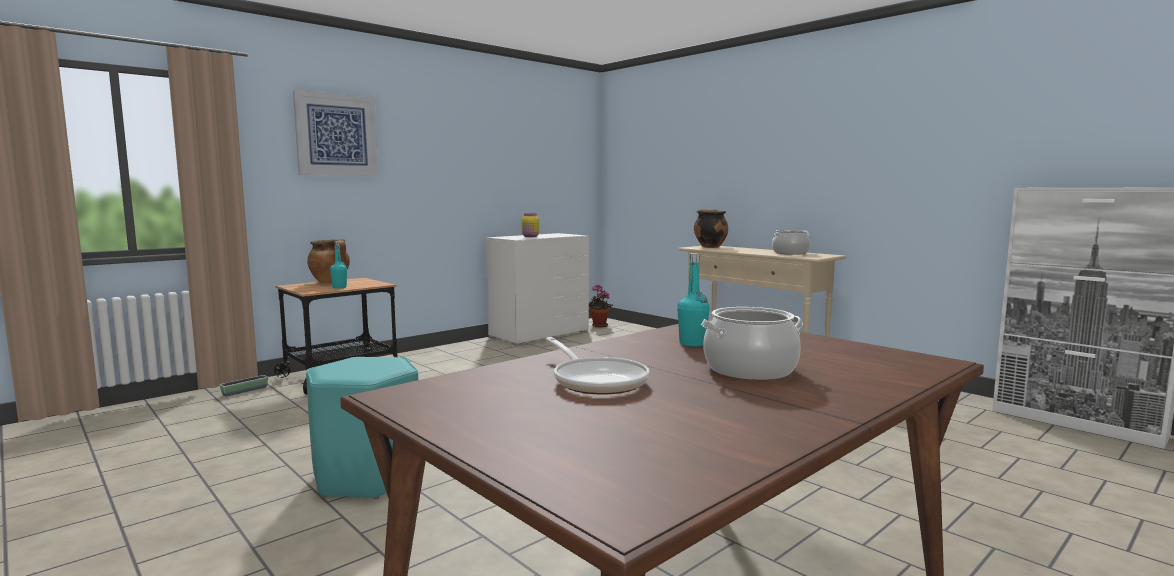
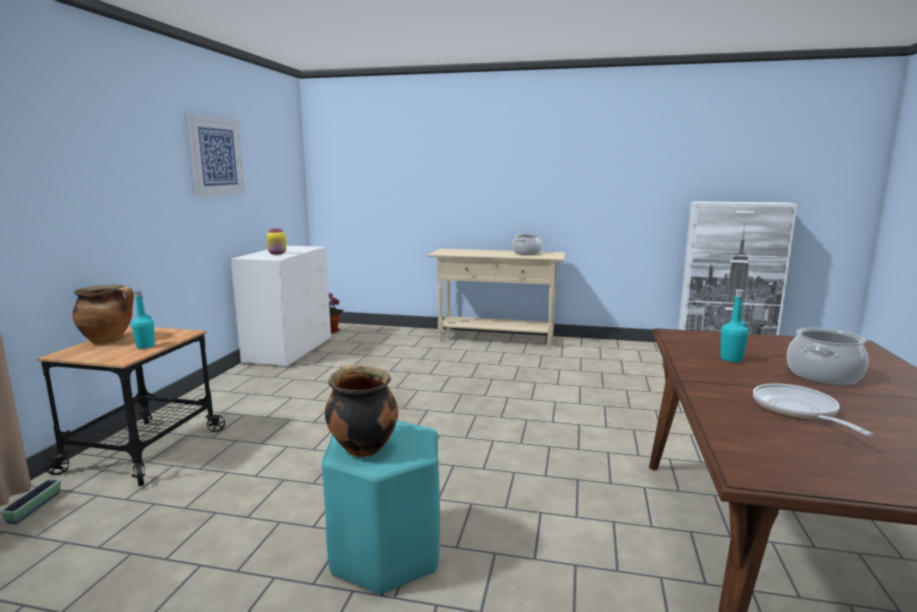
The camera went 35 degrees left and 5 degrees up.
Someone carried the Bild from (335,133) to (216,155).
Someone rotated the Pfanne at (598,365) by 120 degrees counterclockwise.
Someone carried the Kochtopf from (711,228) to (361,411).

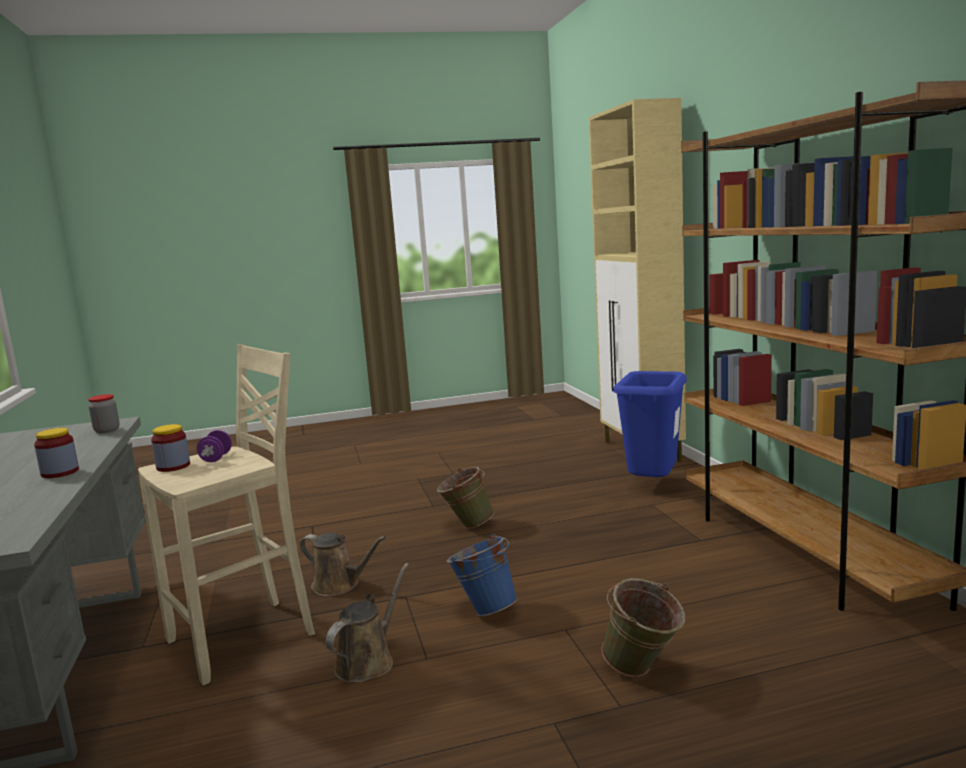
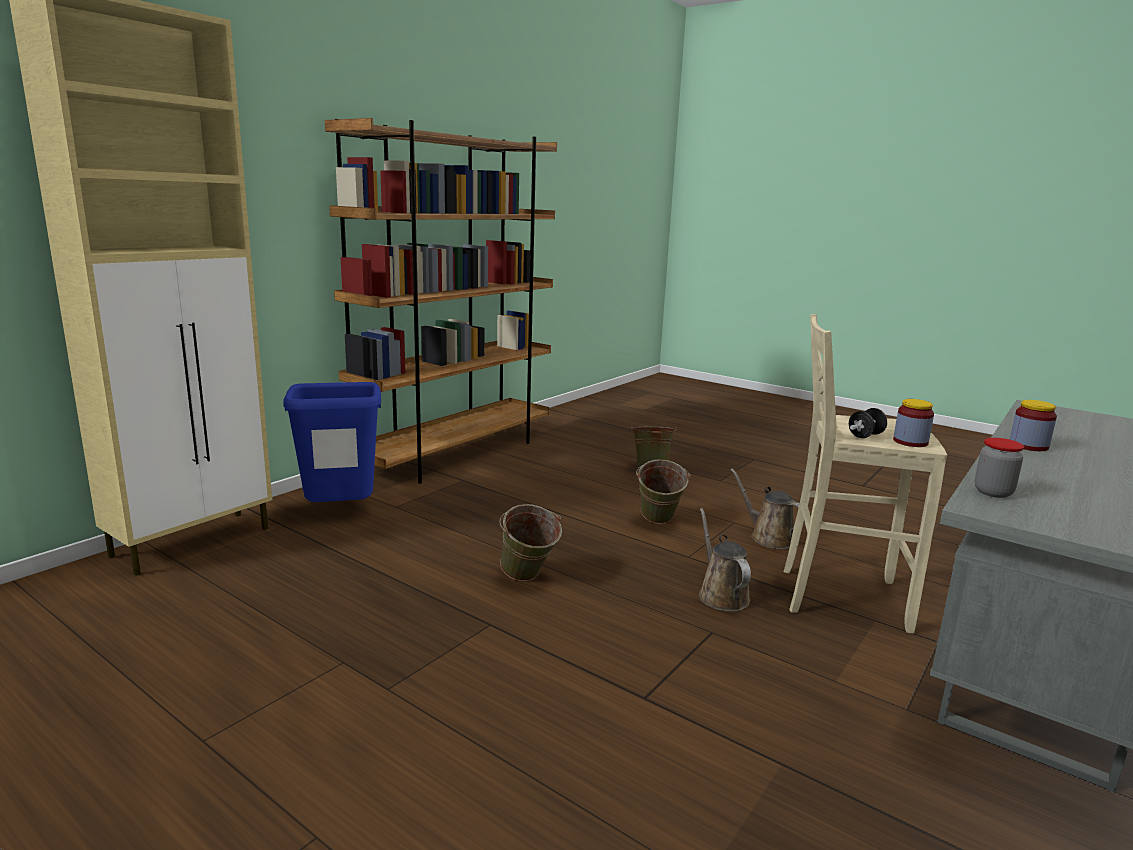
The camera went 130 degrees left and 5 degrees up.
Someone repainted the Hantel/lila at (214,446), which became the Hantel/schwarz at (868,423).
Someone rotated the Gießkanne/braun at (367,623) by 60 degrees clockwise.
Someone repainted the Eimer/blau at (482,575), which became the Eimer/grün at (663,491).

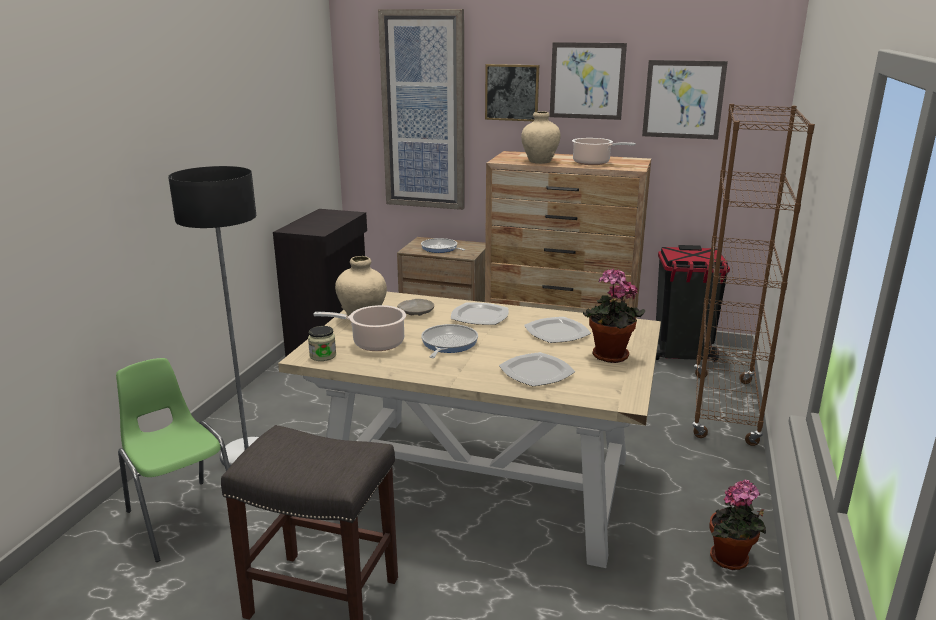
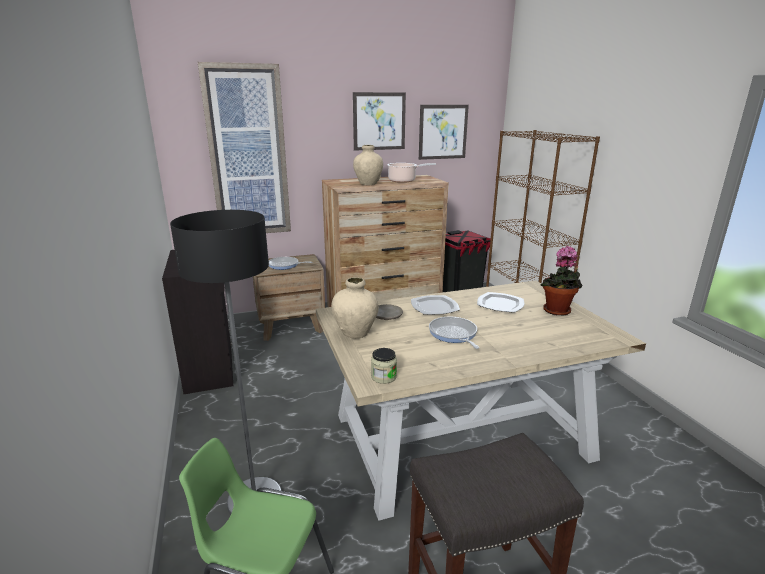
The camera went 35 degrees left and 0 degrees up.
Someone took away the Kochtopf at (360,328).
Someone took away the Bild at (512,92).
Someone took away the Teller at (537,369).
Someone took away the Topfpflanze at (738,525).

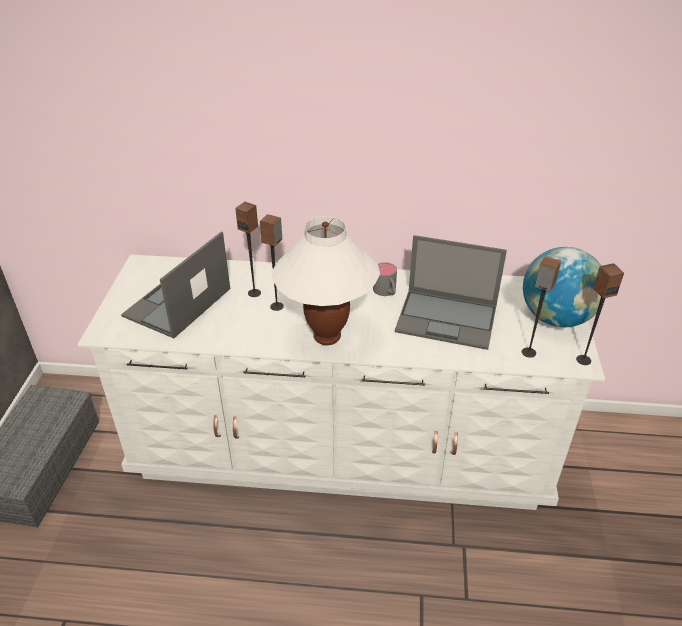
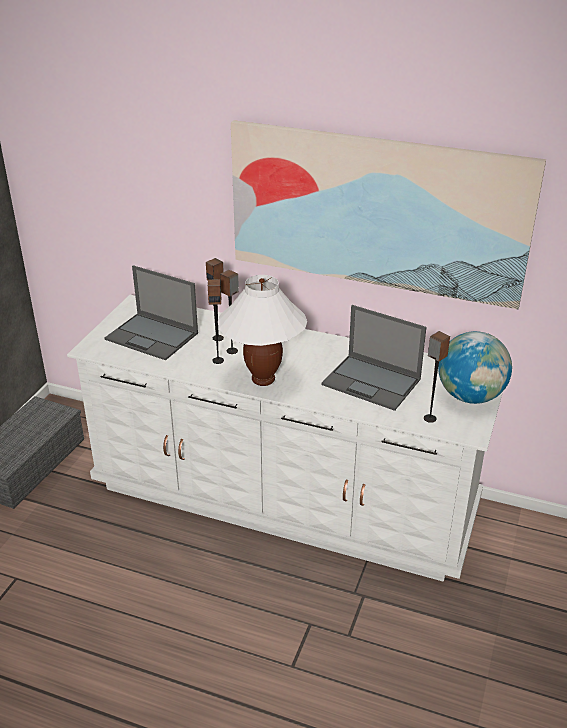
The camera went 15 degrees right and 5 degrees down.
Someone rotated the Laptop at (175,285) by 105 degrees counterclockwise.
Someone took away the Henkelbecher/grau at (385,279).
Someone carried the Lautsprecher from (600,314) to (216,321).
Someone put up the Bild at (388,214).

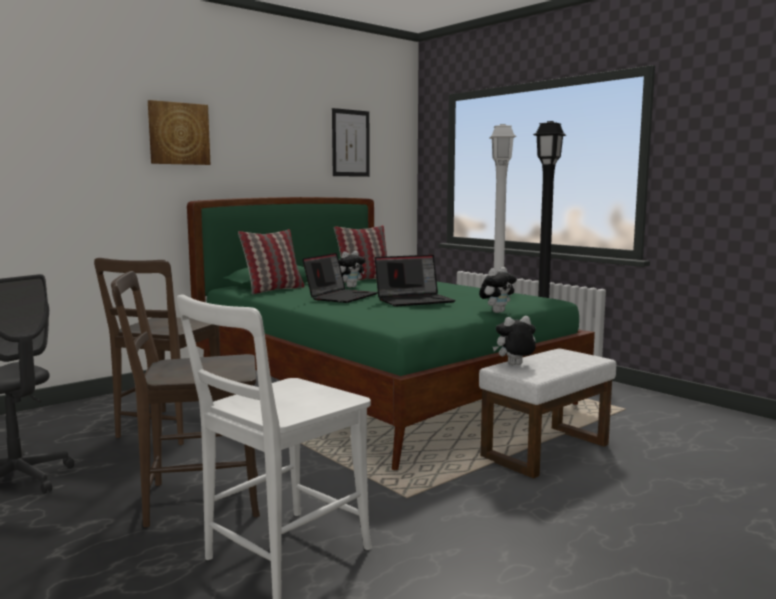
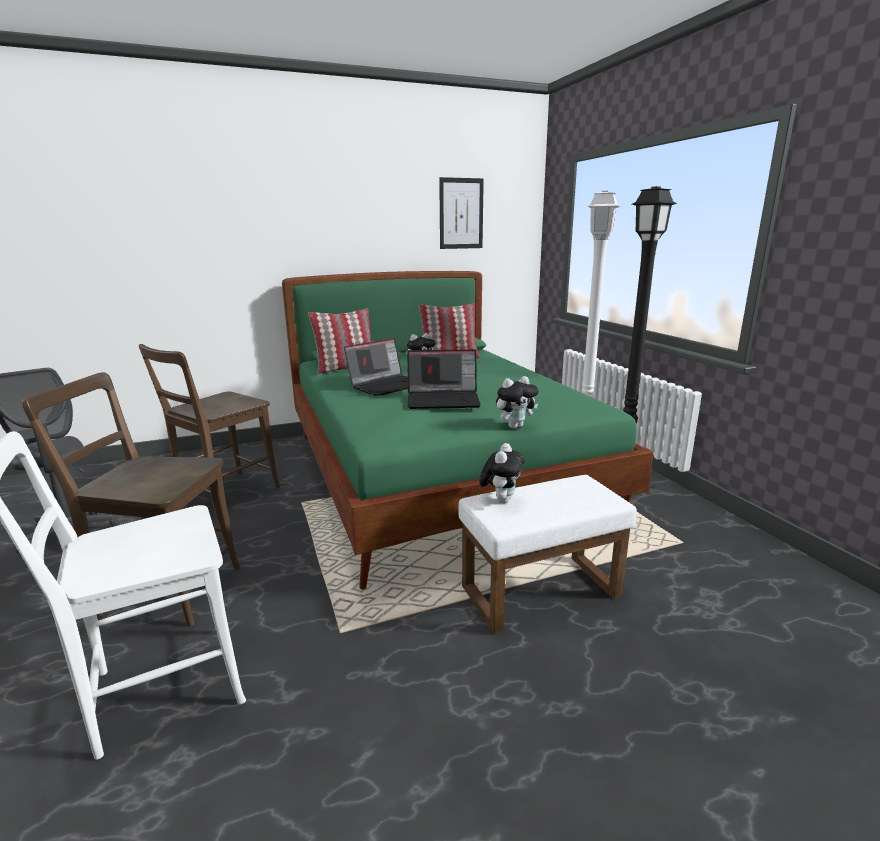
The camera went 20 degrees right and 10 degrees up.
Someone took away the Bild at (179,132).
Someone rotated the Plüschtier at (514,340) by 105 degrees clockwise.

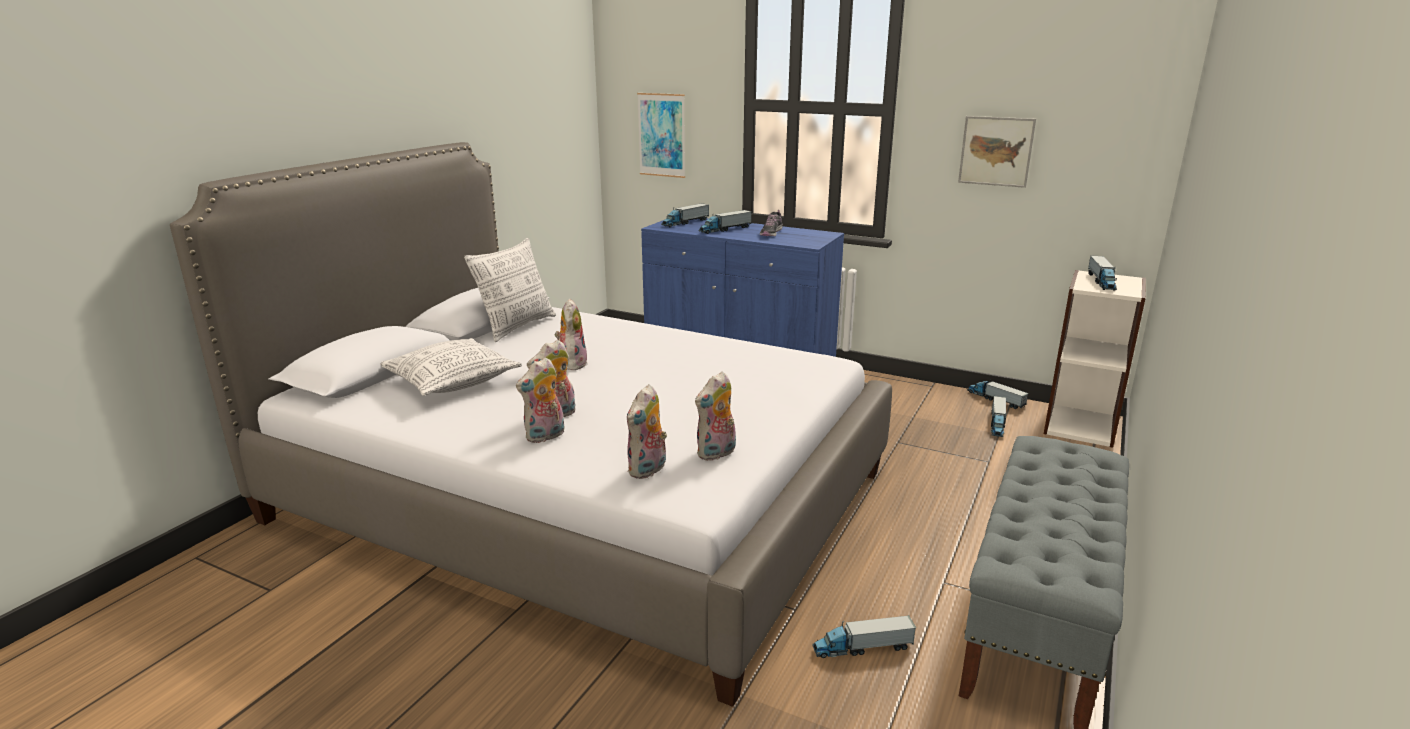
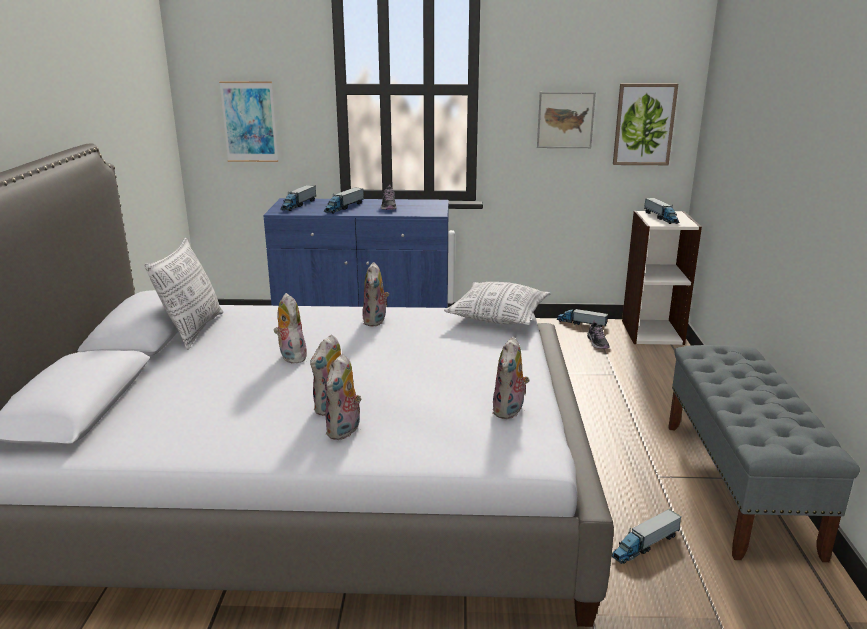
The camera went 25 degrees left and 0 degrees up.
Someone carried the Kissen from (451,367) to (497,303).
Someone carried the Plüschtier from (647,431) to (375,294).
Someone swapped the Spielzeuglaster at (998,416) for the Schuh at (598,334).
Someone put up the Bild at (645,124).

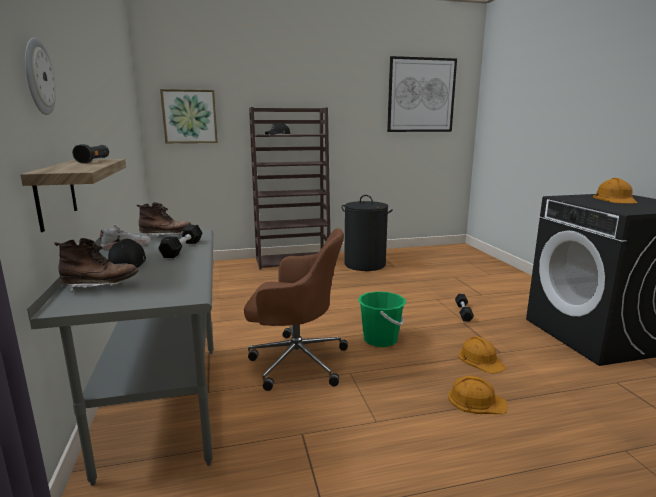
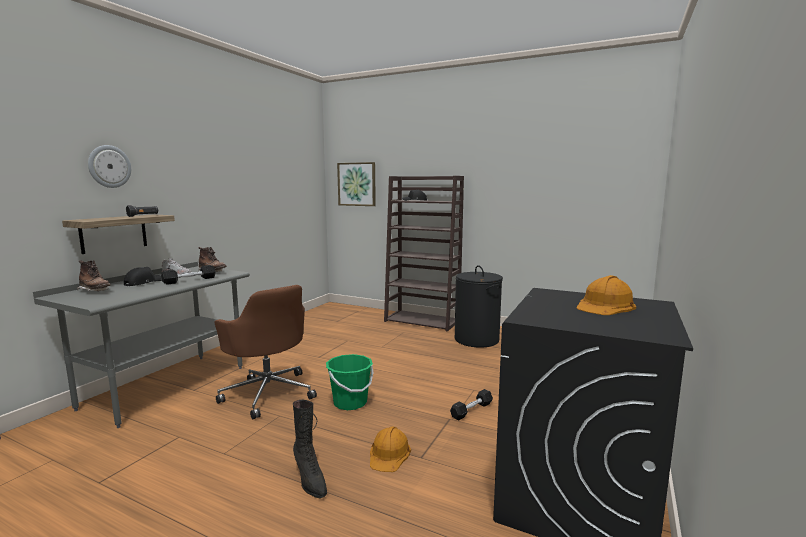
The camera went 40 degrees right and 5 degrees down.
Someone took away the Bild at (422,94).
Someone swapped the Schutzhelm/orange at (478,394) for the Stiefel/schwarz at (310,449).

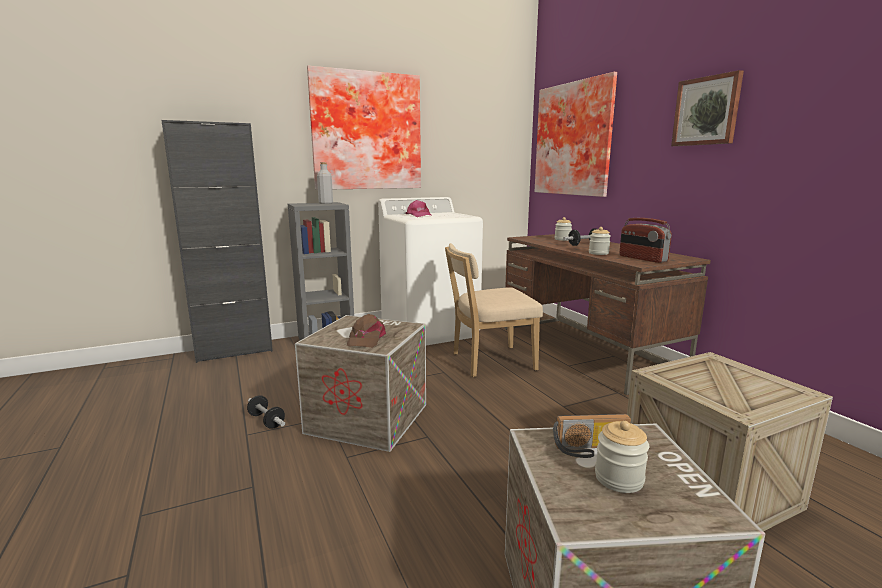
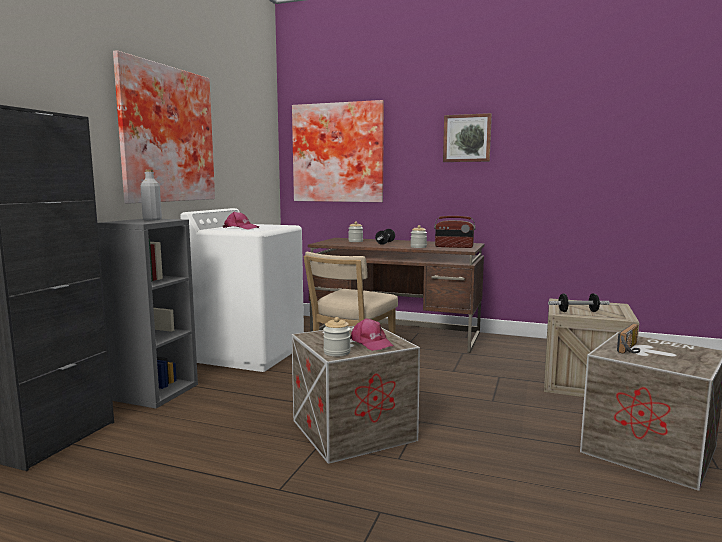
The camera went 45 degrees left and 5 degrees down.
Someone carried the Hantel from (266,412) to (579,302).
Someone repainted the Kappe/braun at (366,331), which became the Kappe/rosa at (372,334).
Someone carried the Vorratsglas from (622,457) to (337,337).

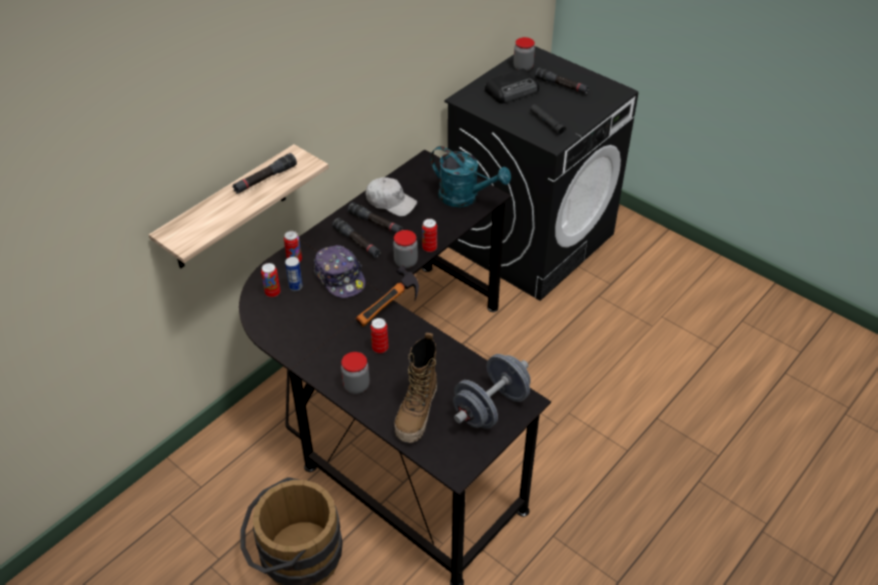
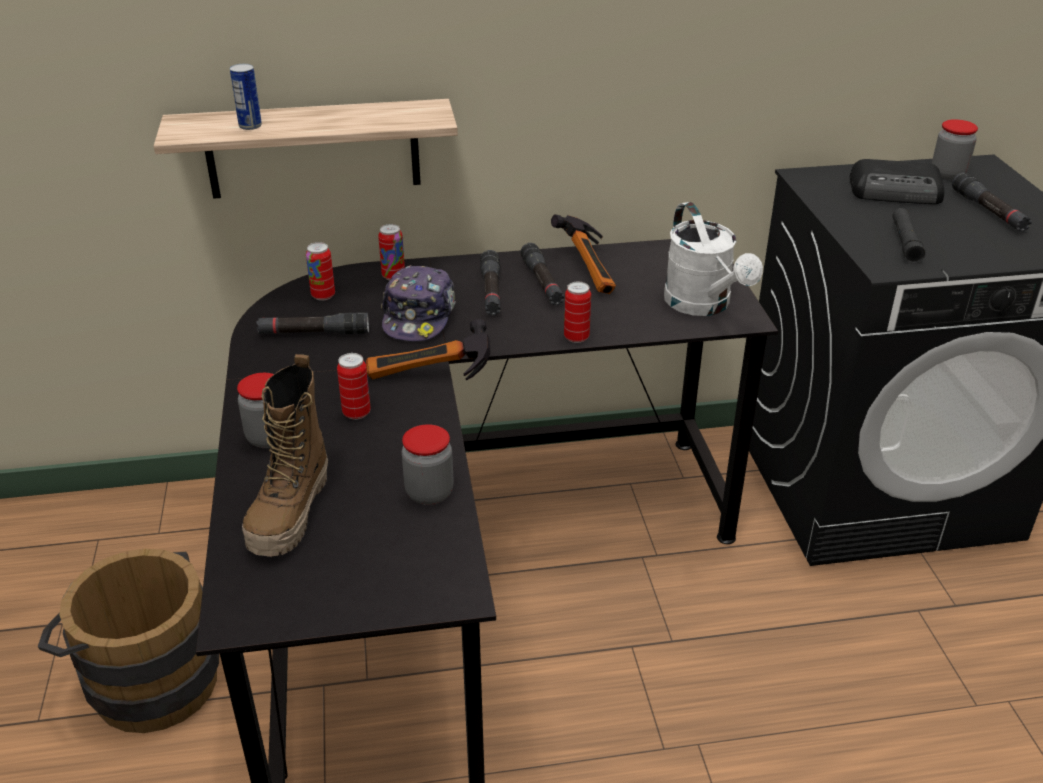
The camera went 40 degrees right and 10 degrees down.
Someone carried the Taschenlampe/schwarz from (264,173) to (312,323).
Someone carried the Dose from (294,274) to (246,97).
Someone swapped the Kappe/weiß at (391,197) for the Hammer at (583,254).
Someone carried the Vorratsglas from (405,249) to (428,464).
Someone rotated the Stiefel at (415,388) by 45 degrees counterclockwise.
Someone repainted the Gießkanne/türkis at (470,176), which became the Gießkanne/weiß at (713,259).
Someone took away the Hantel/grau at (492,391).

